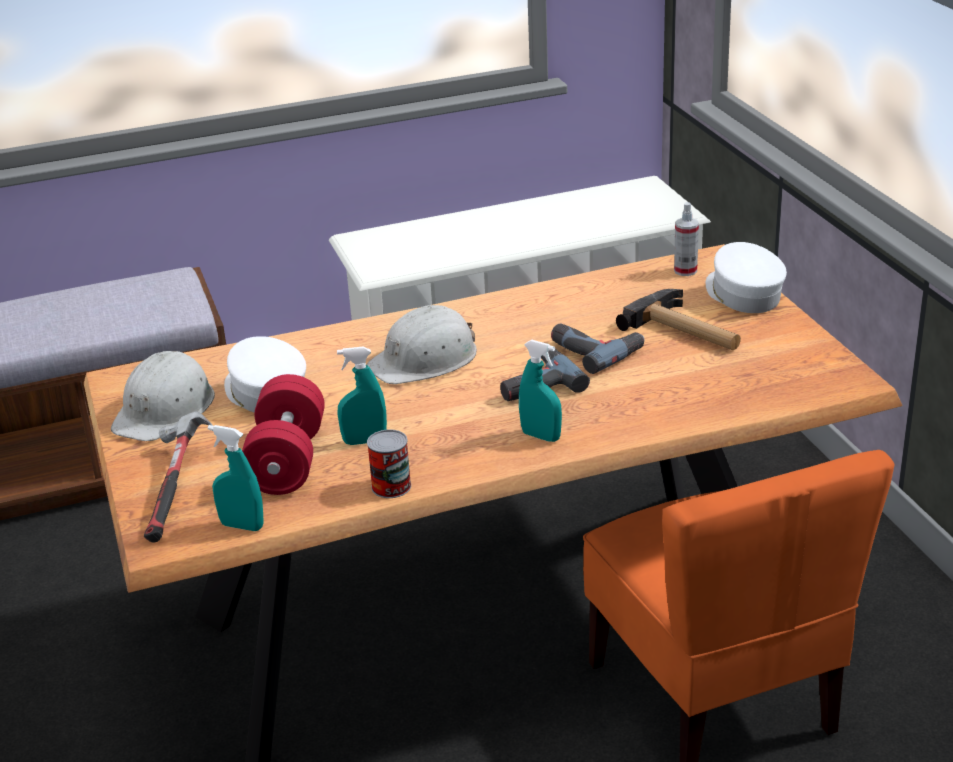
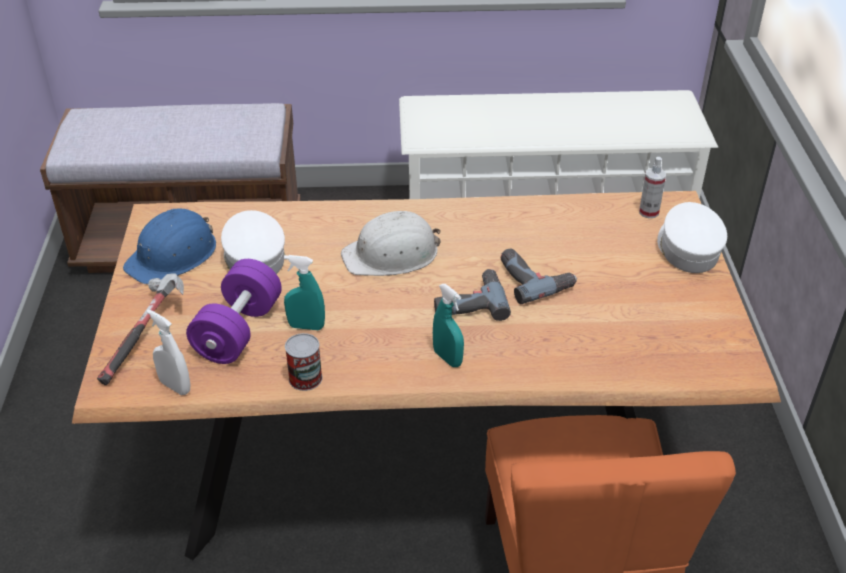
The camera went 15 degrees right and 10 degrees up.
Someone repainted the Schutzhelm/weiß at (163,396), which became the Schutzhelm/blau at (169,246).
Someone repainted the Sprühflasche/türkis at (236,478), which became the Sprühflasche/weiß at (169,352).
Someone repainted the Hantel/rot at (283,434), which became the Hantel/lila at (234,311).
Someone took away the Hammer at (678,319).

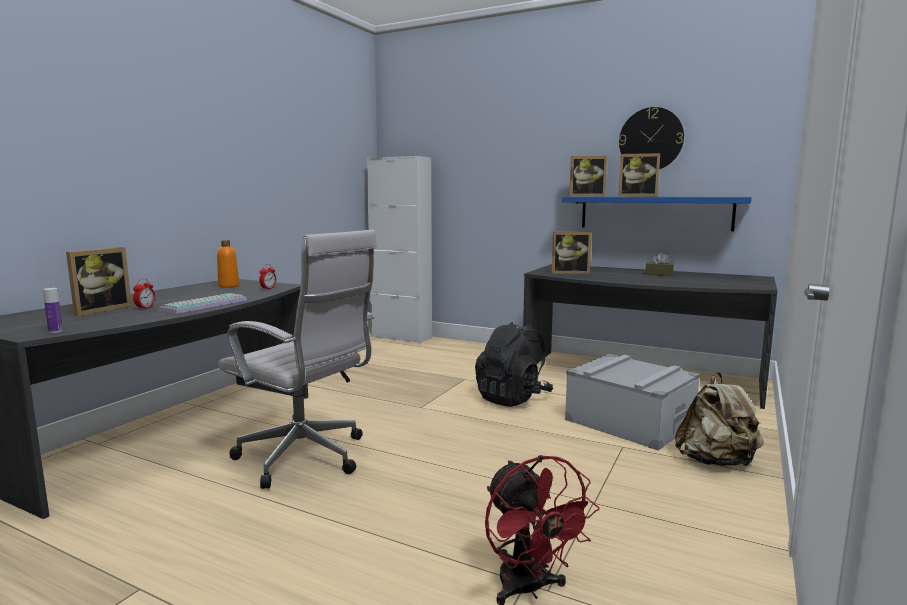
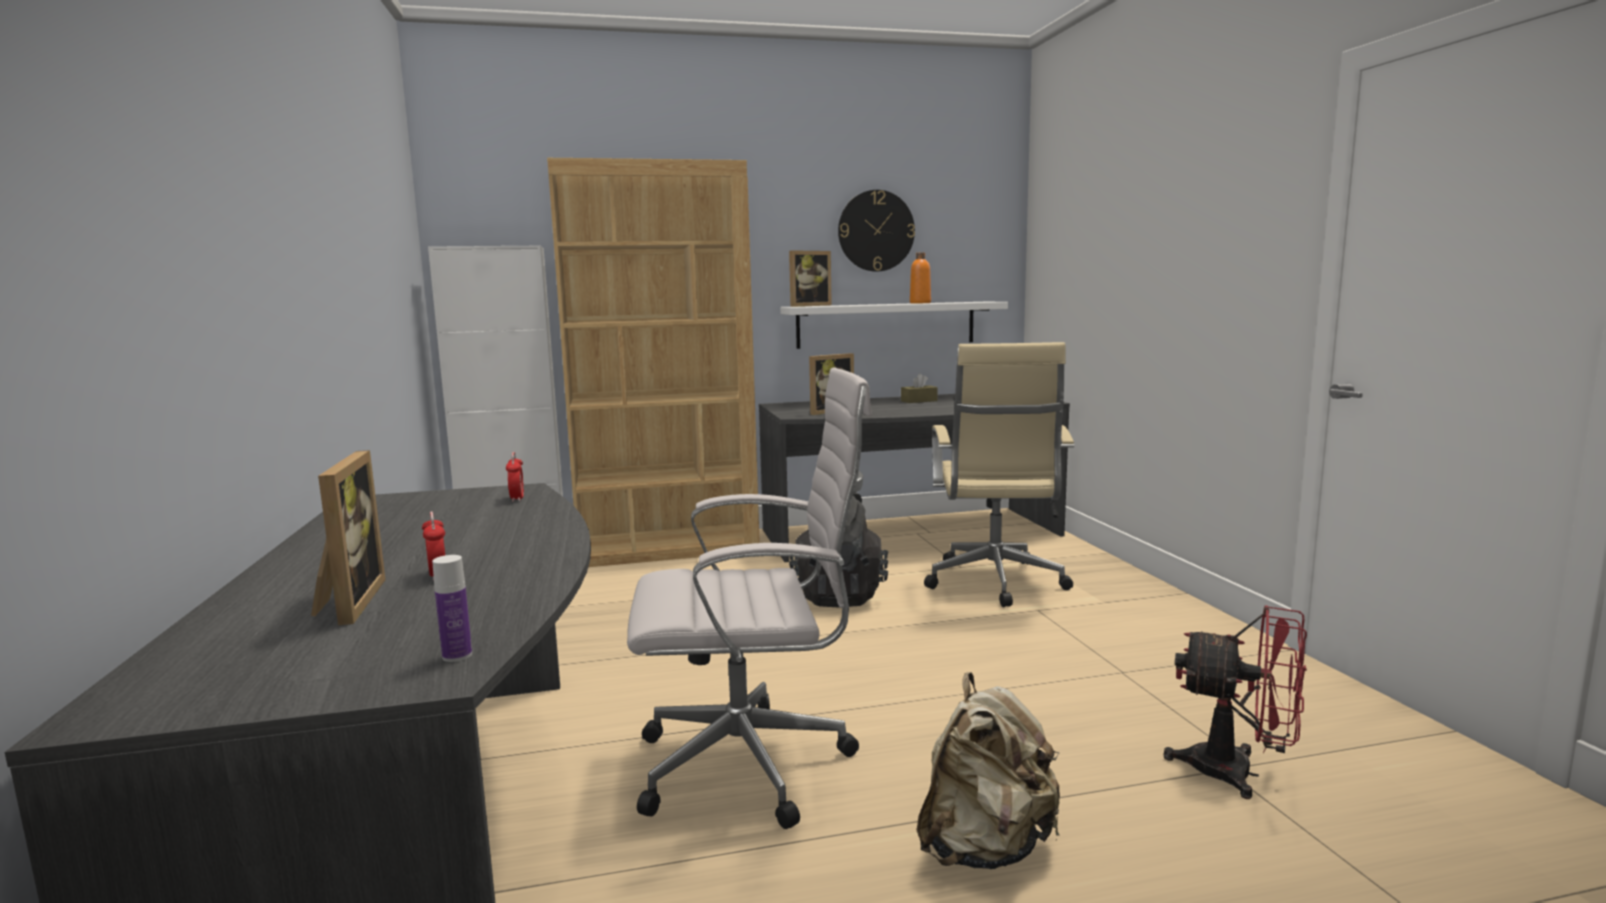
The camera went 40 degrees left and 0 degrees up.
Someone took away the Tastatur at (203,303).
Someone carried the Flasche/orange from (228,264) to (920,278).
Someone repainted the Wandregal/blau at (657,214), which became the Wandregal/weiß at (894,325).
Someone swapped the Aufbewahrungsbox/grau at (632,402) for the Bürostuhl/beige at (999,474).
Someone took away the Bilderrahmen at (639,175).
Someone carried the Rucksack/beige from (719,419) to (988,770).
Someone put down the Bücherregal/braun at (653,362).

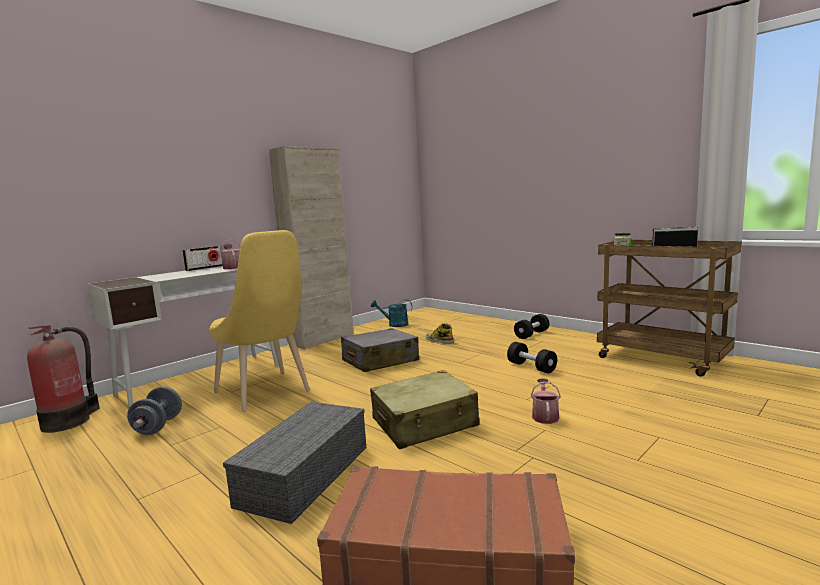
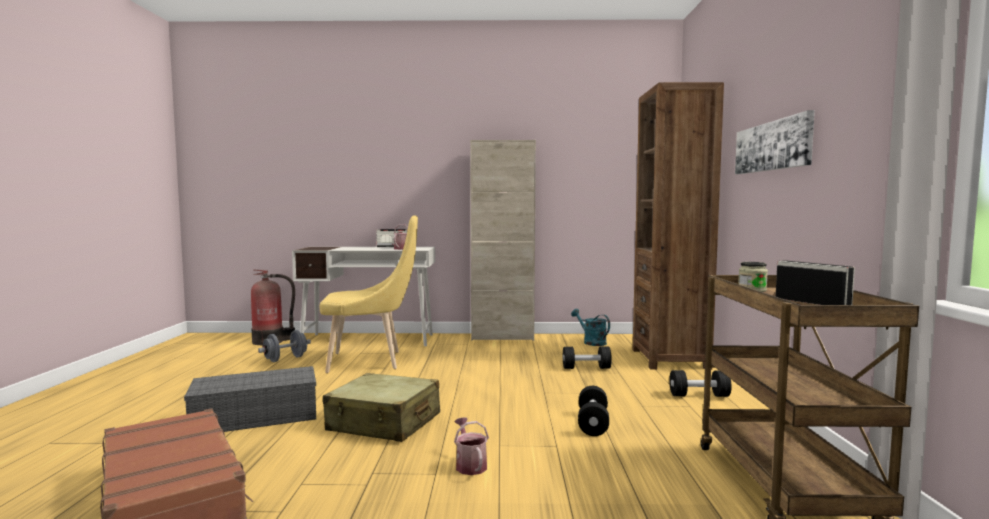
The camera went 45 degrees right and 5 degrees down.
Someone rotated the Stuhl/gelb at (259,321) by 105 degrees counterclockwise.
Someone took away the Koffer/grau at (380,350).
Someone swapped the Stiefel at (440,333) for the Hantel/schwarz at (587,357).
Someone rotated the Gießkanne at (546,401) by 75 degrees counterclockwise.
Someone put down the Bücherregal/braun at (678,226).
Someone put up the Bild at (775,142).

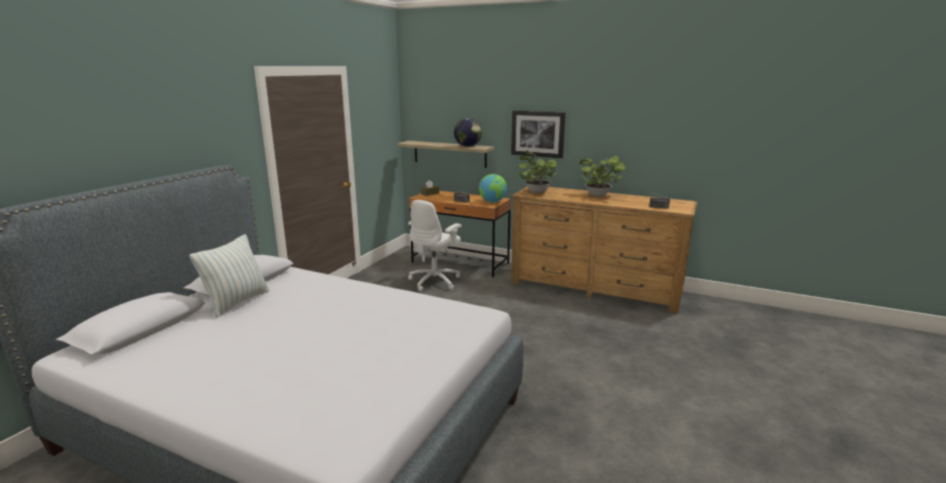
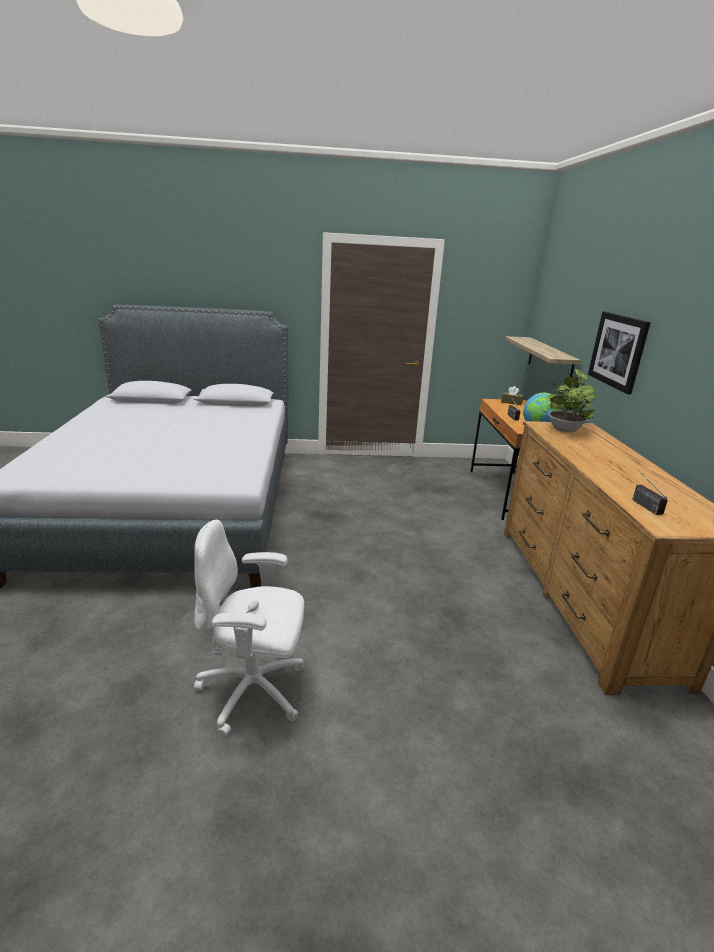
The camera went 60 degrees right and 5 degrees up.
Someone took away the Kissen at (229,276).
Someone carried the Bürostuhl/weiß from (434,245) to (249,628).
Someone took away the Globus at (468,132).
Someone took away the Topfpflanze at (602,176).

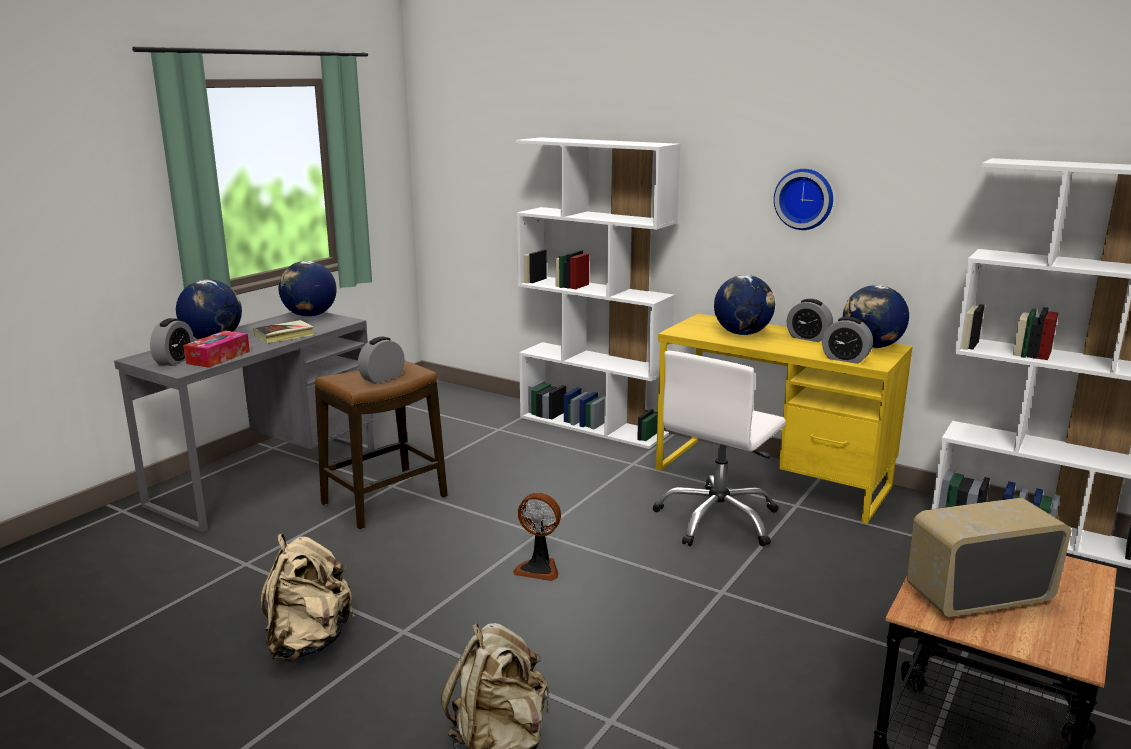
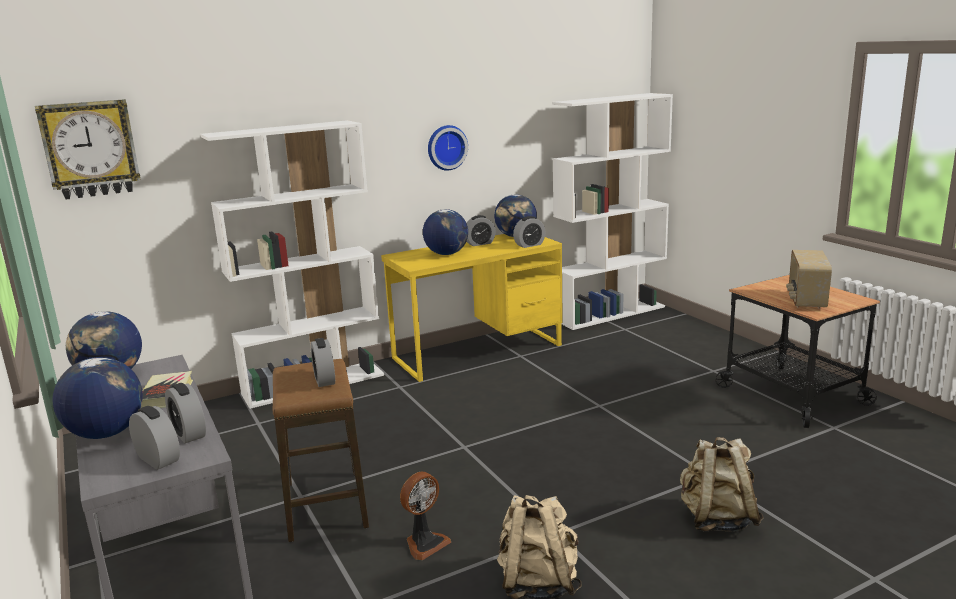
The camera went 60 degrees left and 0 degrees up.
Someone swapped the Taschentuchbox at (216,349) for the Wecker at (185,413).
Someone carried the Ventilator from (537,537) to (425,516).
Someone took away the Bürostuhl/weiß at (719,449).
Someone put up the Wanduhr at (87,149).

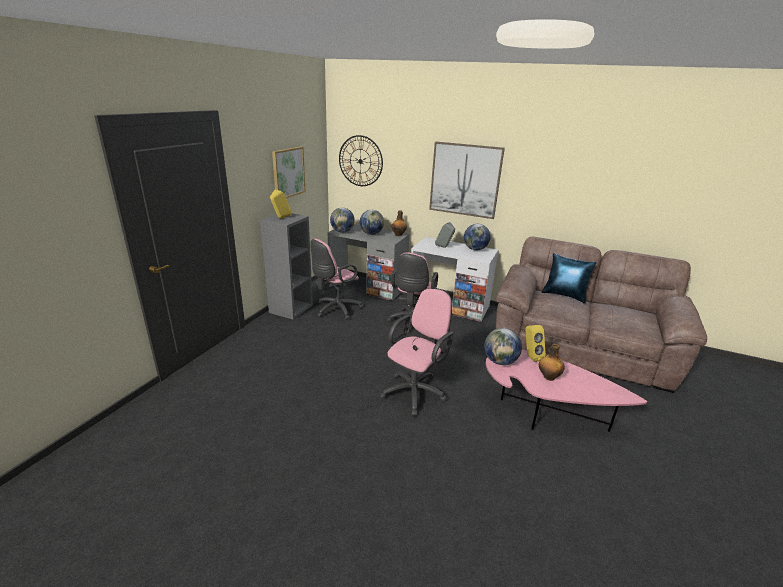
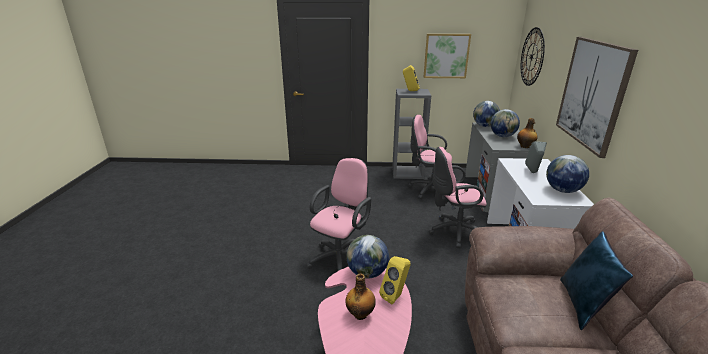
The camera went 70 degrees right and 0 degrees up.
Someone rotated the Bürostuhl/rosa at (416,352) by 75 degrees counterclockwise.

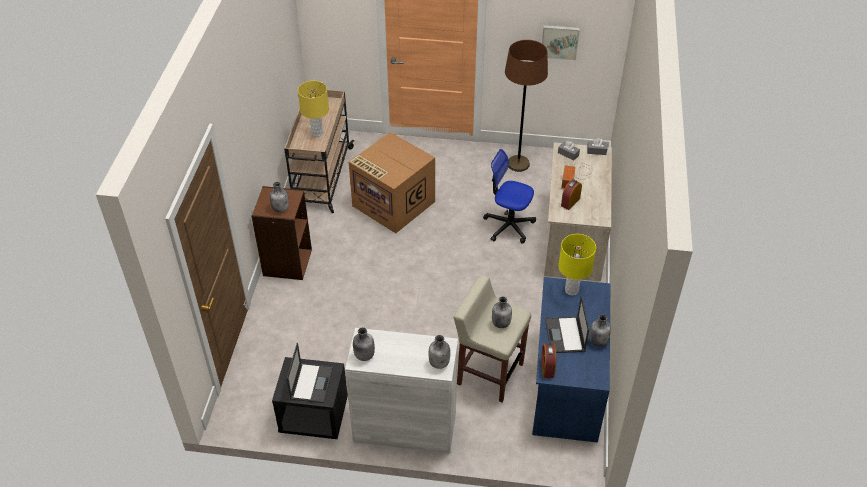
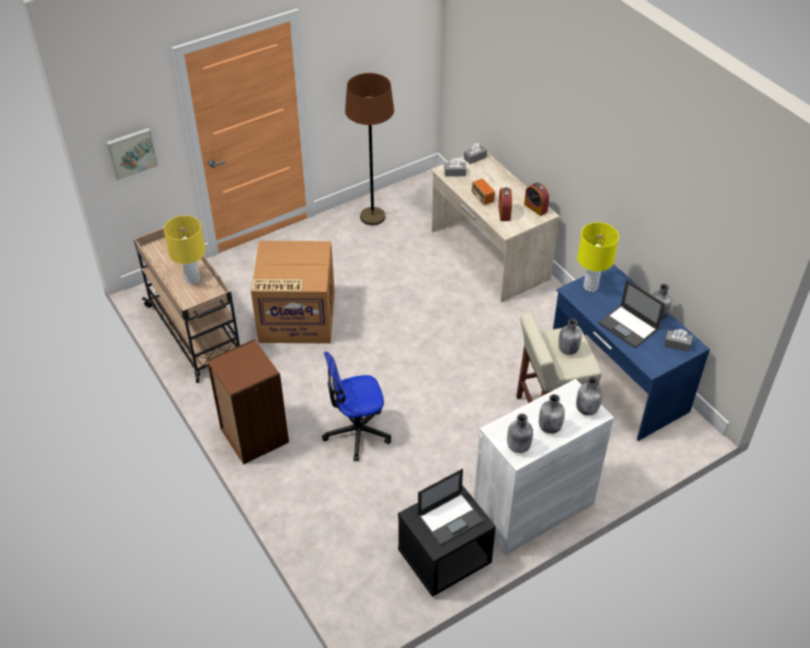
The camera went 40 degrees left and 0 degrees up.
Someone carried the Flasche/grau from (279,197) to (552,414).
Someone rotated the Laptop at (309,373) by 90 degrees clockwise.
Someone carried the Bürostuhl from (509,196) to (356,406).
Someone carried the Wecker from (548,361) to (536,199).
Someone carried the Bild from (561,42) to (132,154).
Someone put down the Taschentuchbox/grau at (678,340).

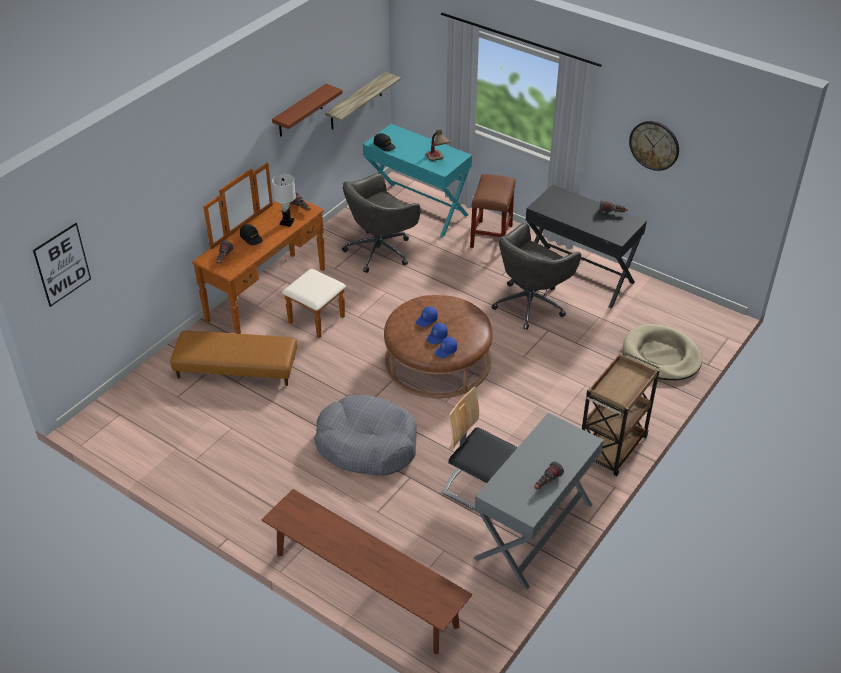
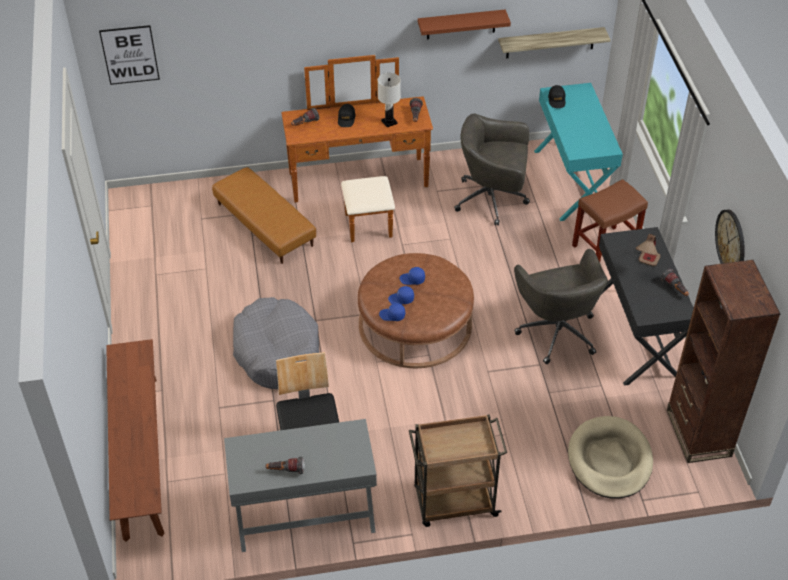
The camera went 45 degrees right and 5 degrees up.
Someone carried the Tischlampe from (438,145) to (648,250).
Someone rotated the Bürostuhl/grau at (536,276) by 105 degrees counterclockwise.
Someone put down the Bücherregal/braun at (724,361).

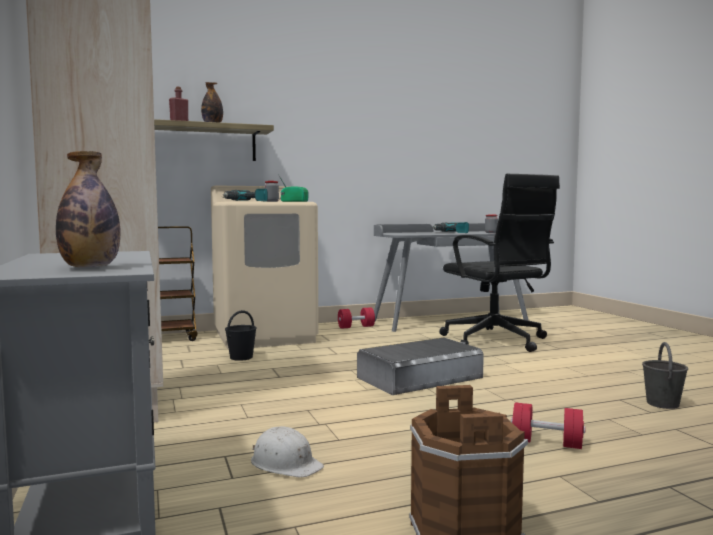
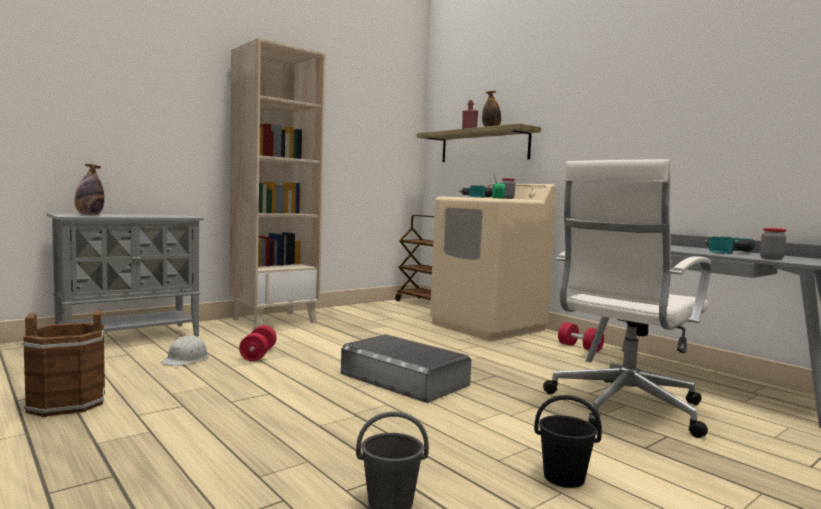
The camera went 70 degrees right and 0 degrees up.
Someone carried the Eimer/schwarz from (241,335) to (568,441).
Someone repainted the Bürostuhl/schwarz at (499,263), which became the Bürostuhl/weiß at (627,298).
Someone carried the Hantel/rot from (548,425) to (258,343).

